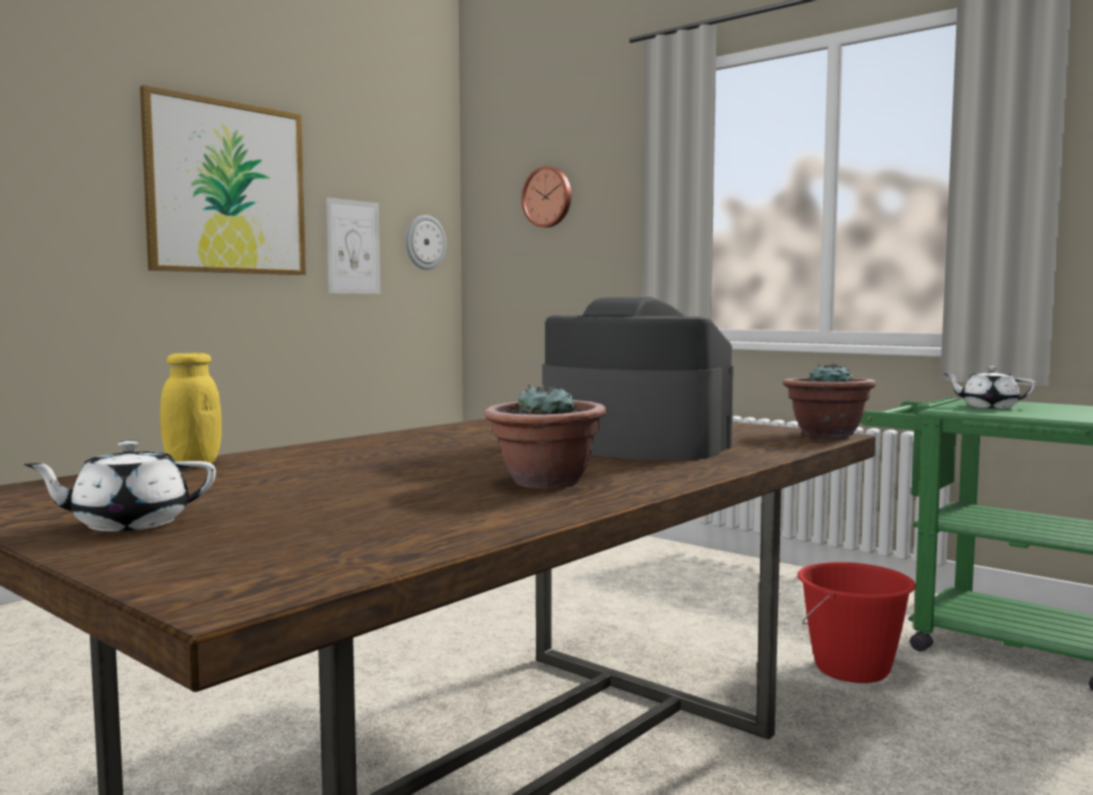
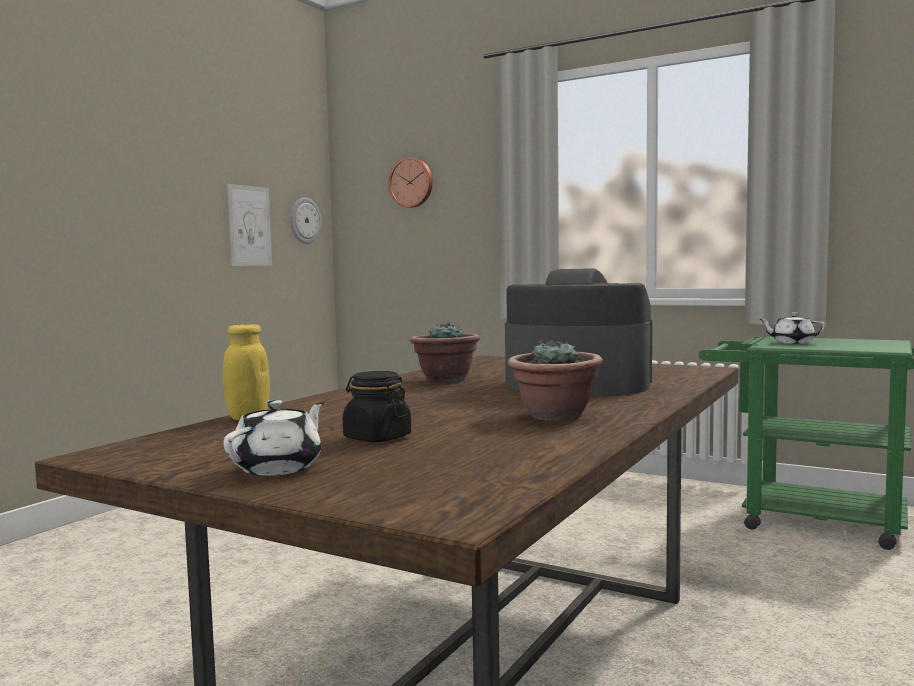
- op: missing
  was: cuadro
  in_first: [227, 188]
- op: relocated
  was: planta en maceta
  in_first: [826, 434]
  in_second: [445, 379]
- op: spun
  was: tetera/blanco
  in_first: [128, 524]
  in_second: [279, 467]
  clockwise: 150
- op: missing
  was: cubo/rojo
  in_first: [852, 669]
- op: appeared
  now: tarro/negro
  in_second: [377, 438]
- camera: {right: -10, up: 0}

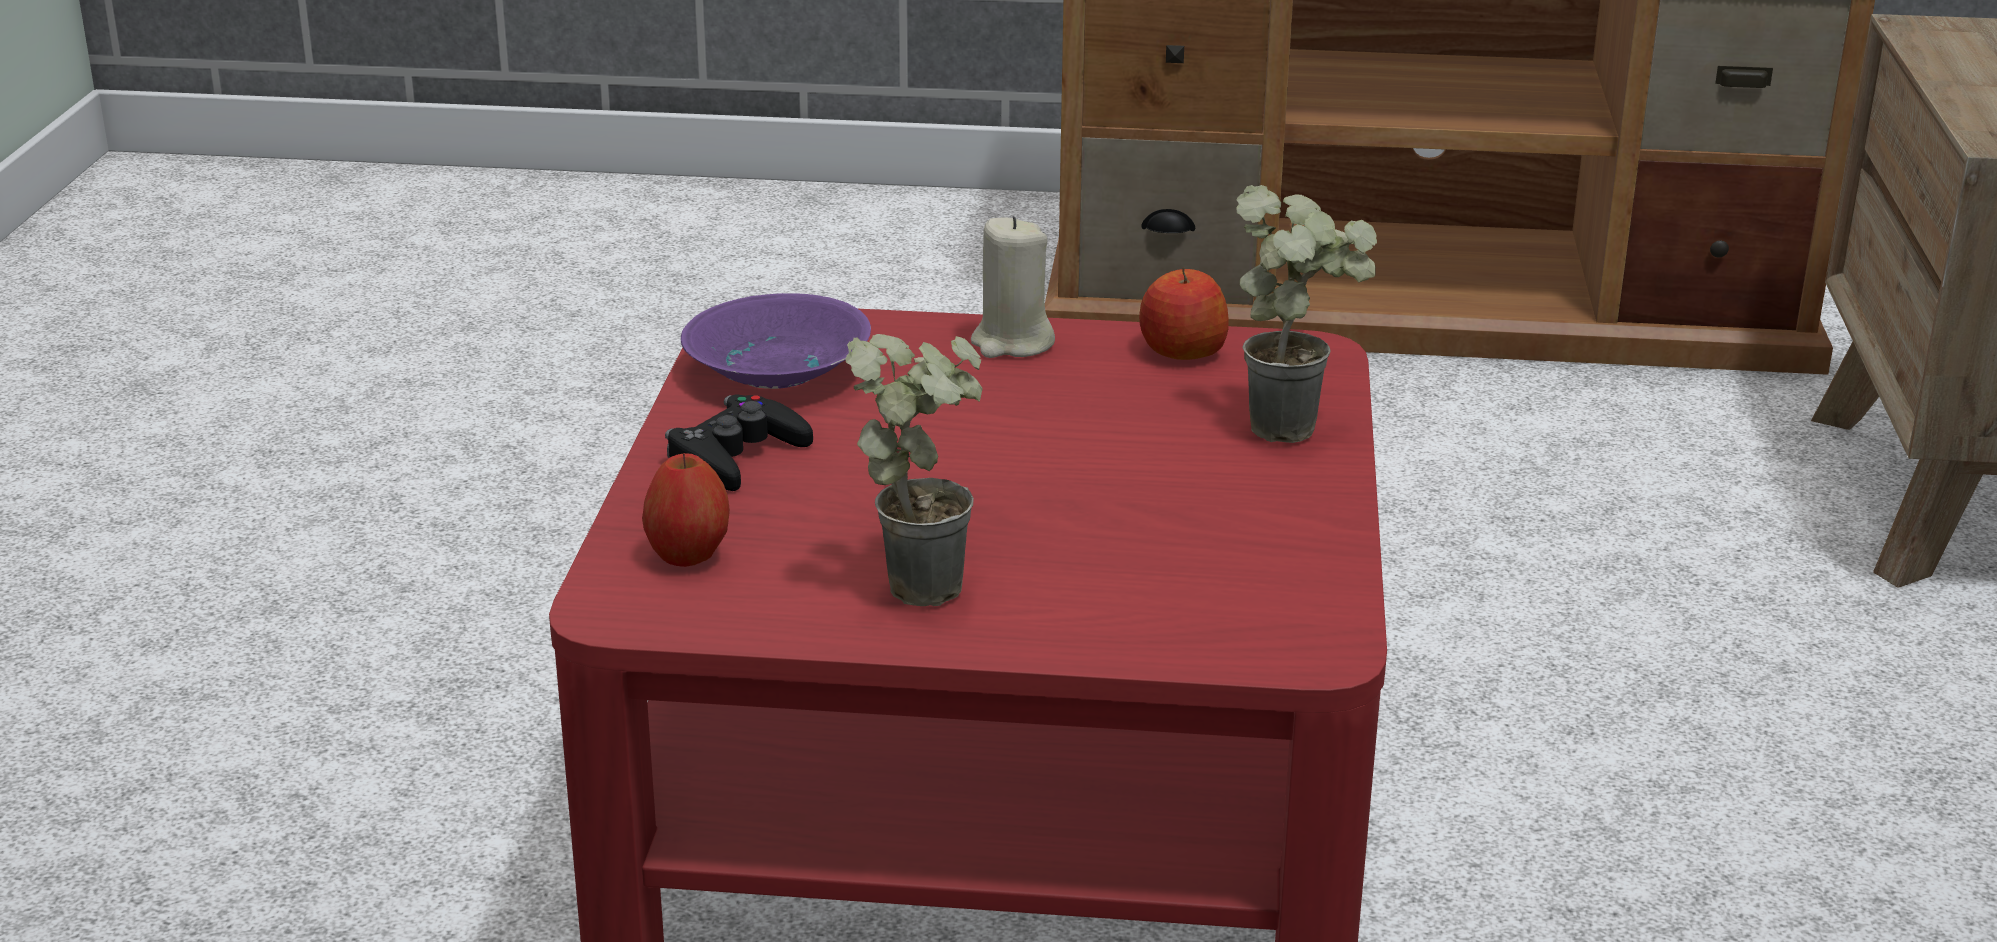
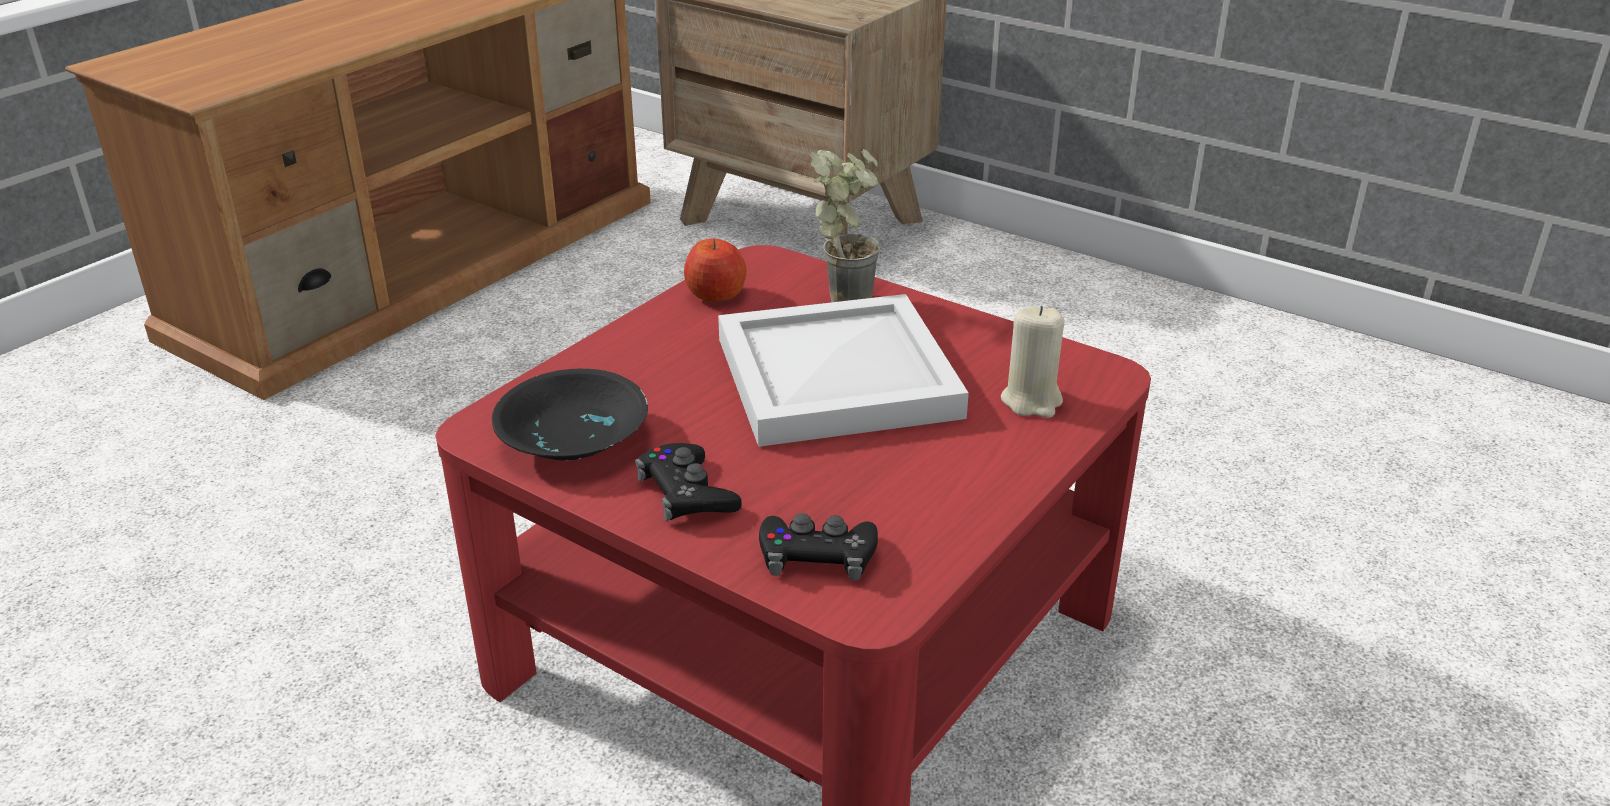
- op: relocated
  was: vela/beis
  in_first: [1012, 343]
  in_second: [1031, 401]
- op: colour
  was: cuenco/morado
  now: cuenco/negro
  in_first: [778, 373]
  in_second: [578, 440]
- op: missing
  was: planta en maceta
  in_first: [926, 579]
- op: exchanged
  was: manzana
  now: mando de consola/negro
  in_first: [689, 556]
  in_second: [817, 555]
- op: appeared
  now: bandeja/blanco
  in_second: [834, 379]
- camera: {right: -60, up: 5}

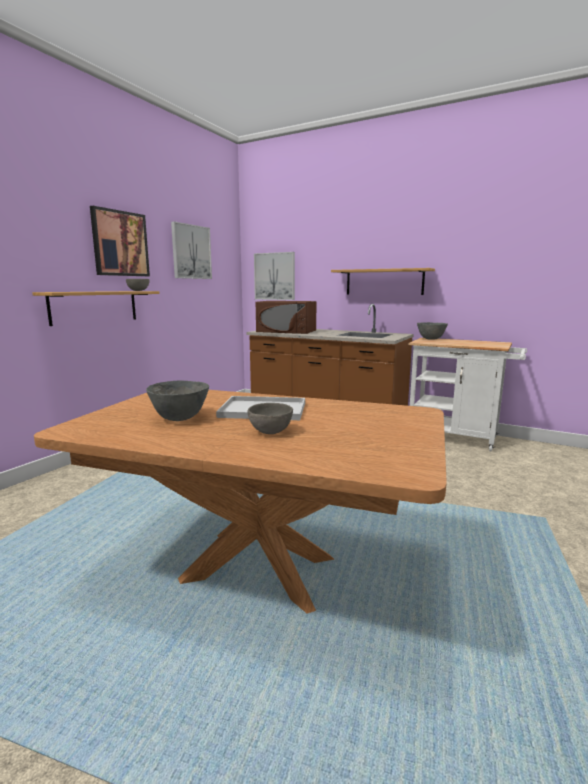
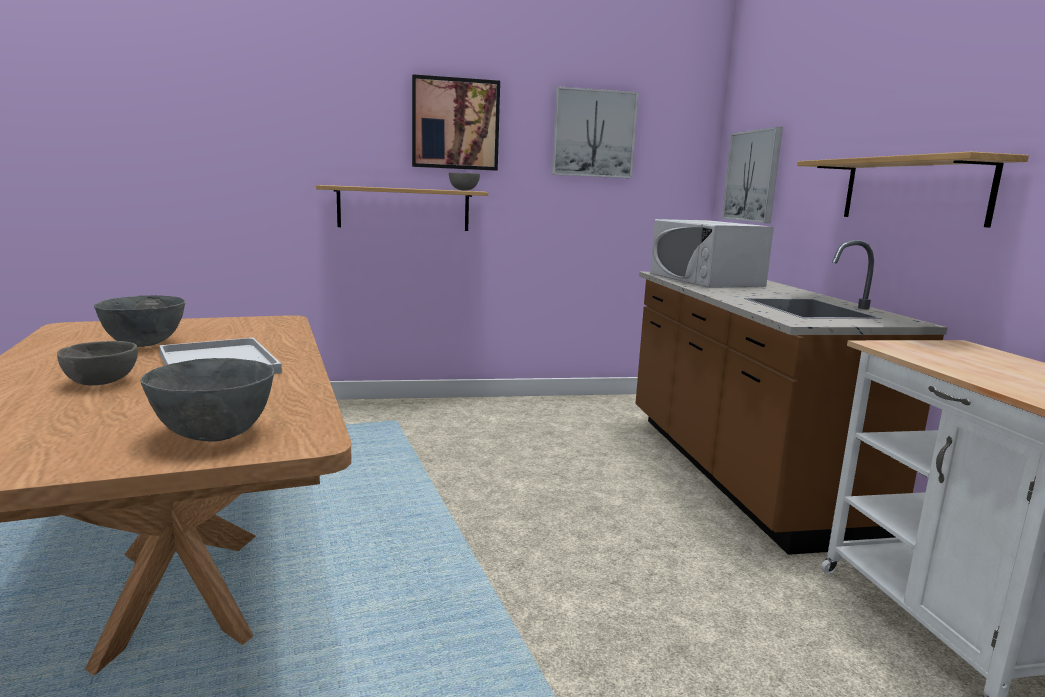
- op: colour
  was: microondas/marrón
  now: microondas/blanco
  in_first: [286, 331]
  in_second: [705, 279]
- op: relocated
  was: cuenco/gris
  in_first: [431, 339]
  in_second: [216, 435]
- camera: {right: 50, up: 0}

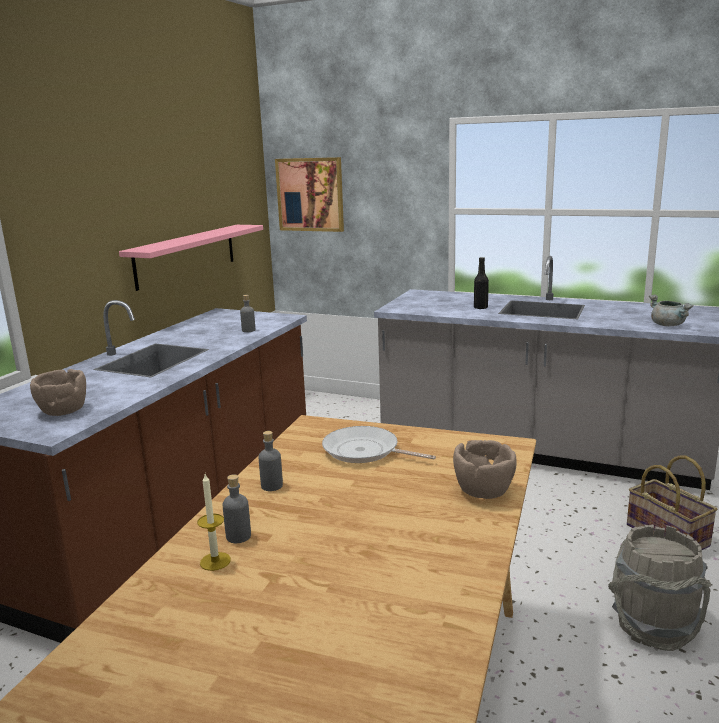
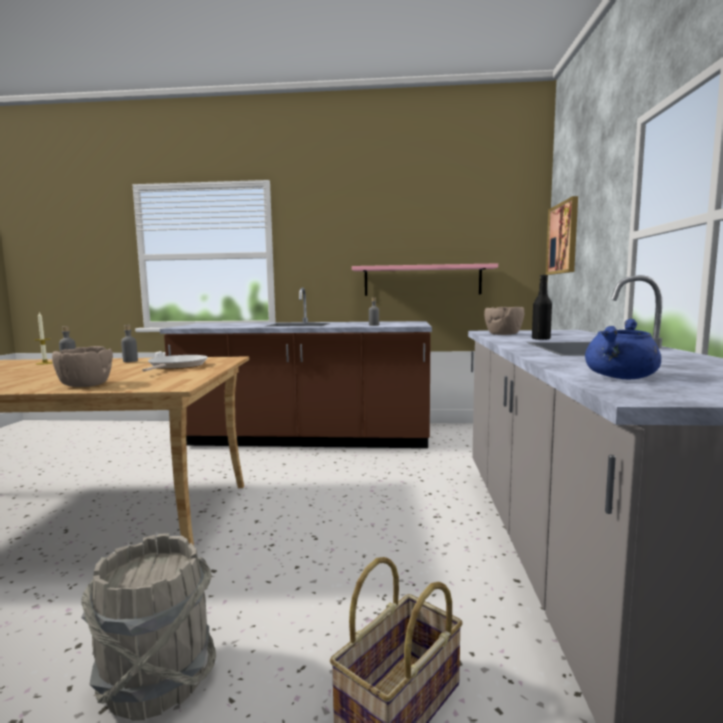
- op: colour
  was: olla/gris
  now: olla/azul
  in_first: [668, 325]
  in_second: [621, 378]
- op: relocated
  was: cuenco/marrón
  in_first: [63, 410]
  in_second: [503, 334]
- camera: {right: 70, up: -10}

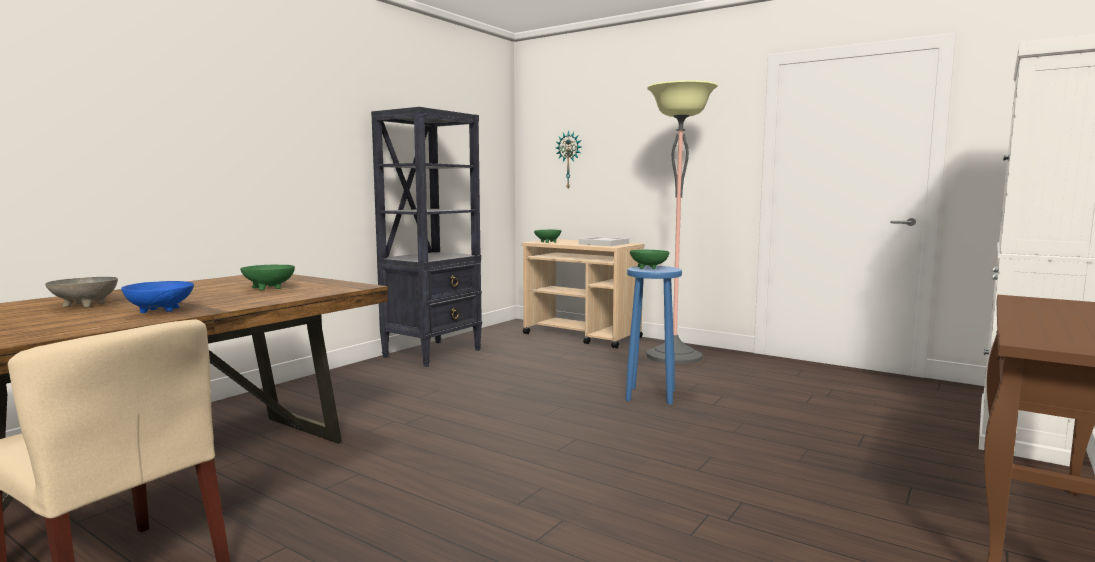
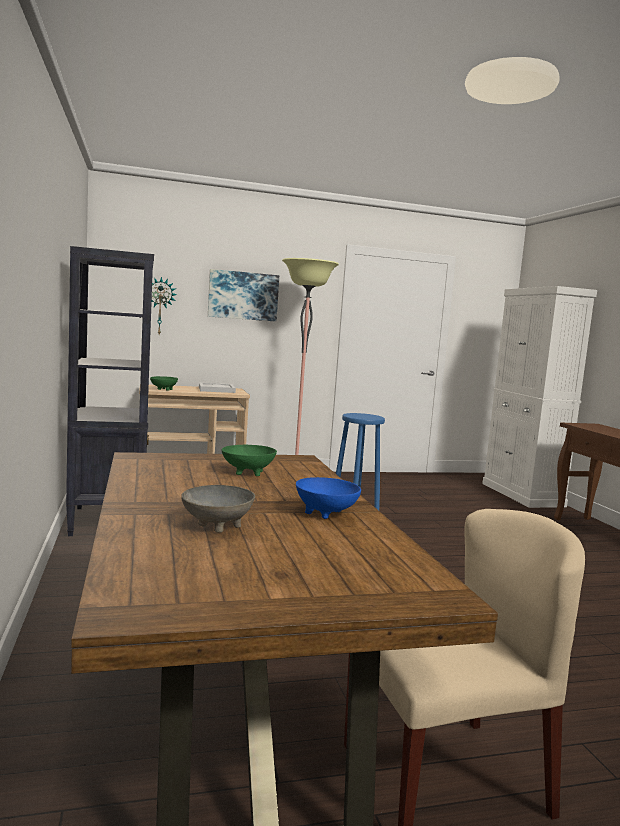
- op: missing
  was: cuenco/verde
  in_first: [649, 268]
- op: appeared
  now: cuadro
  in_second: [243, 295]
- camera: {right: -50, up: 0}

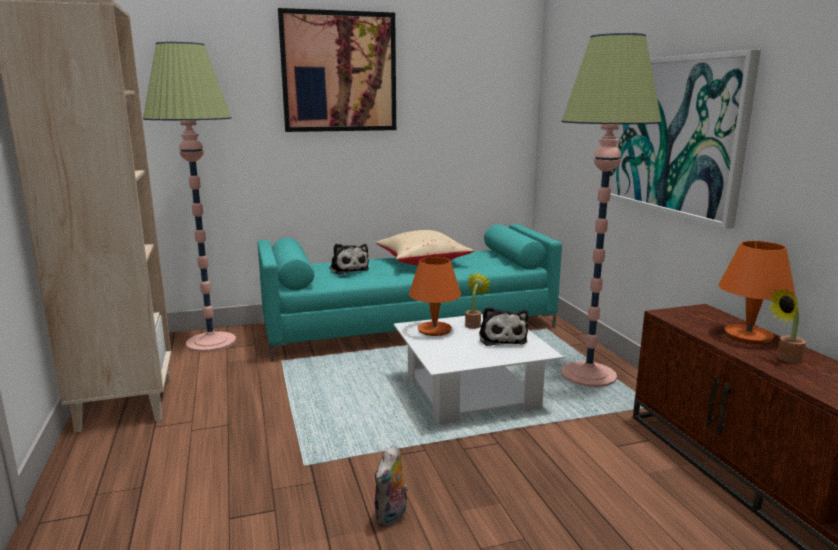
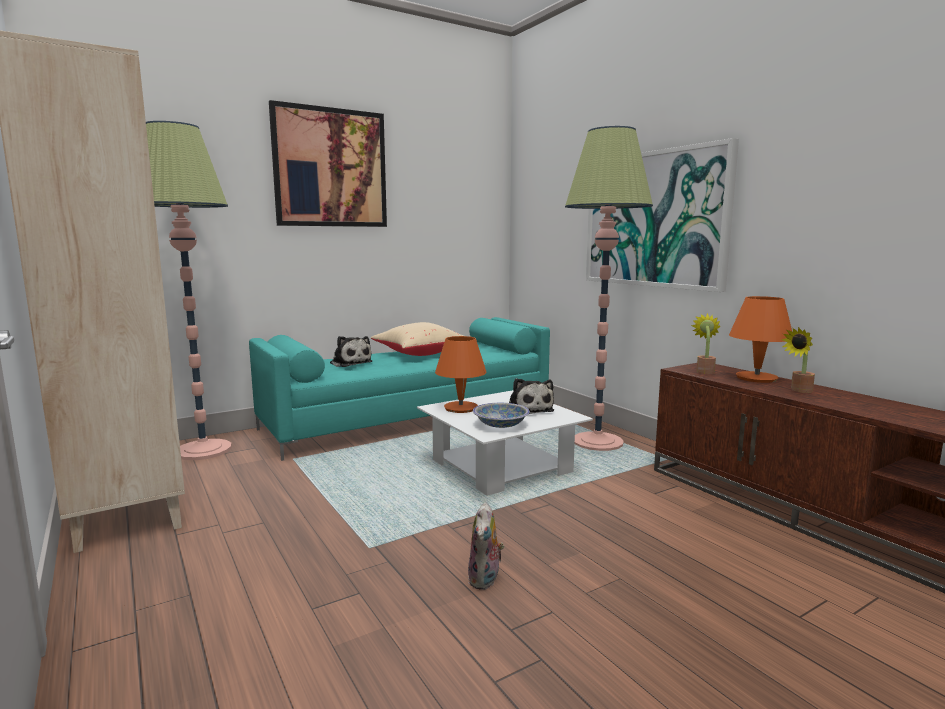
- op: relocated
  was: planta en maceta
  in_first: [474, 324]
  in_second: [704, 371]
- op: appeared
  now: cuenco
  in_second: [501, 425]
- camera: {right: -15, up: -5}

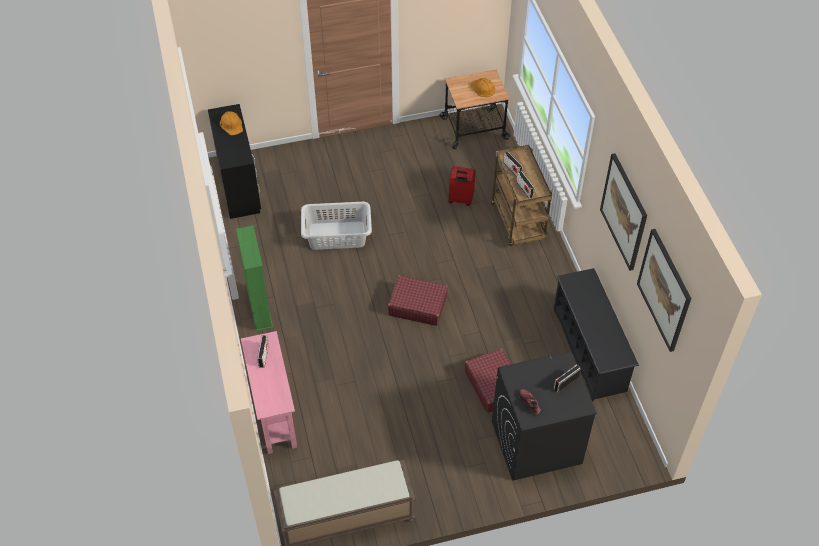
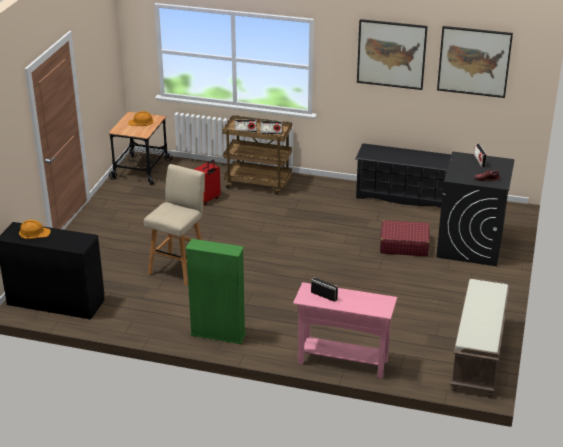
- op: exchanged
  was: cesto de la ropa/gris
  now: taburete/beis
  in_first: [337, 236]
  in_second: [179, 268]
- op: missing
  was: maleta/rojo
  in_first: [417, 305]
- camera: {right: -60, up: -20}

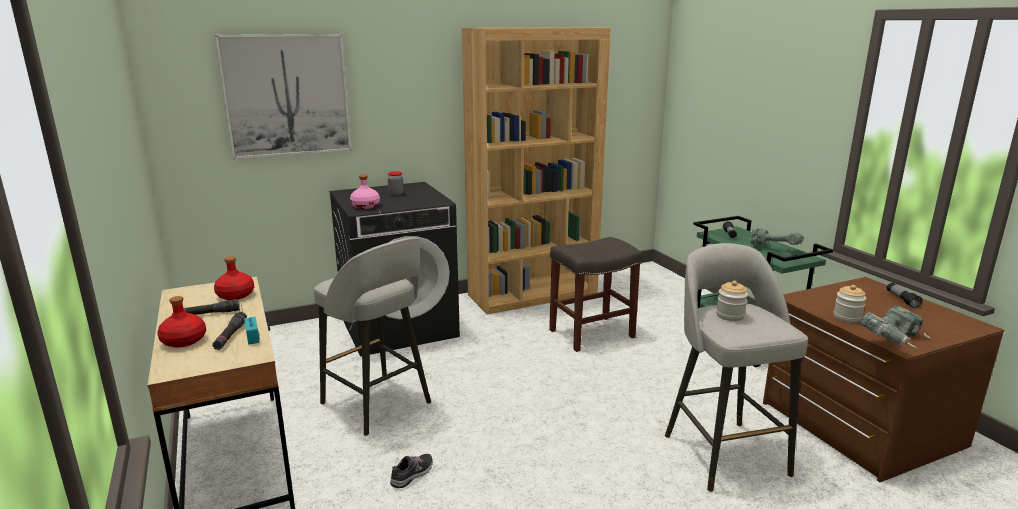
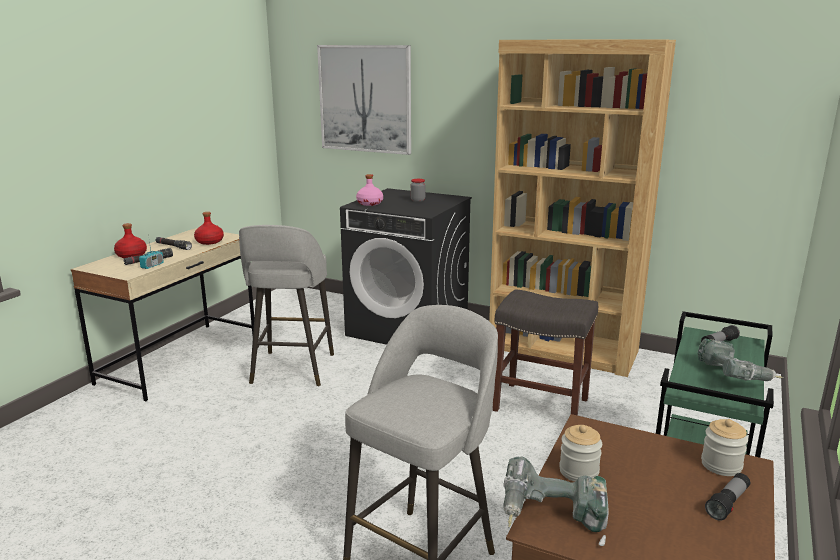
- op: relocated
  was: tarro
  in_first: [730, 315]
  in_second: [721, 465]
- op: missing
  was: zapato
  in_first: [412, 474]
- camera: {right: 50, up: 0}

